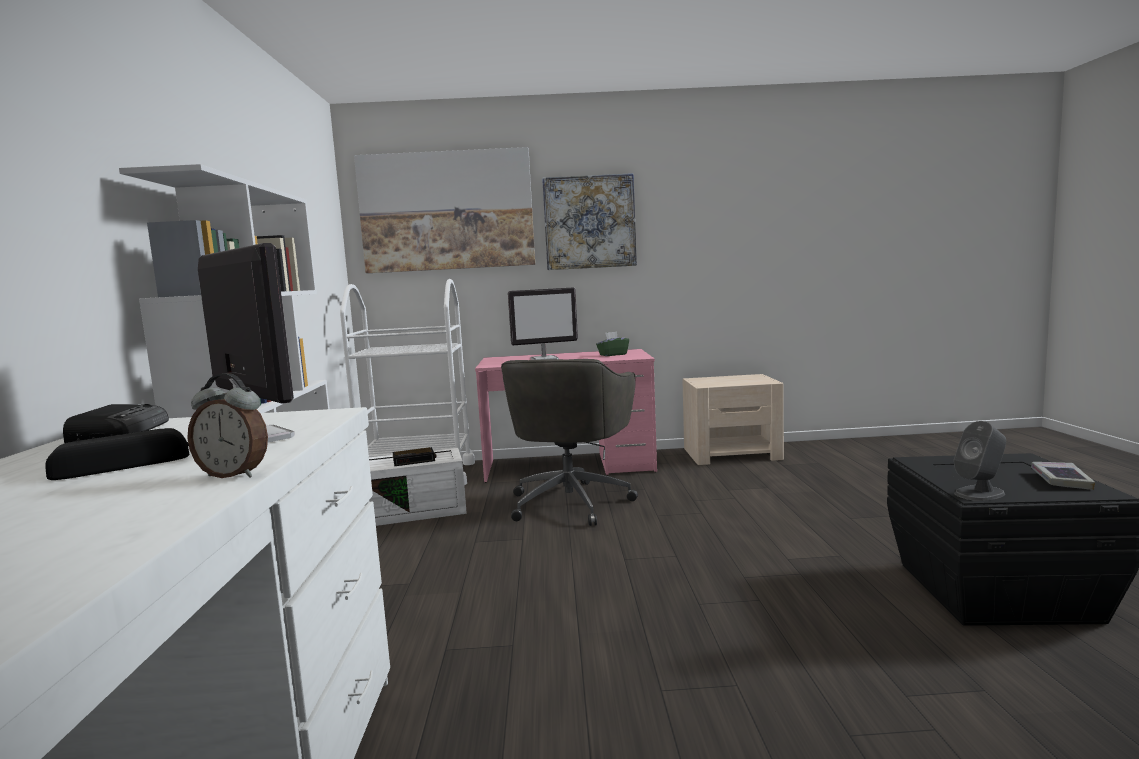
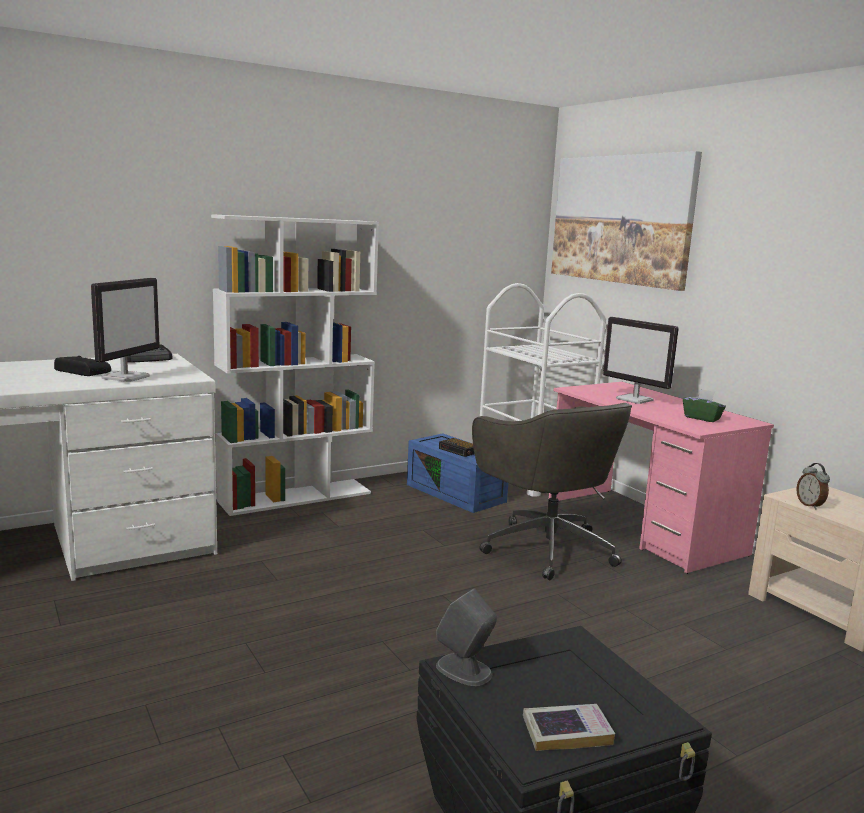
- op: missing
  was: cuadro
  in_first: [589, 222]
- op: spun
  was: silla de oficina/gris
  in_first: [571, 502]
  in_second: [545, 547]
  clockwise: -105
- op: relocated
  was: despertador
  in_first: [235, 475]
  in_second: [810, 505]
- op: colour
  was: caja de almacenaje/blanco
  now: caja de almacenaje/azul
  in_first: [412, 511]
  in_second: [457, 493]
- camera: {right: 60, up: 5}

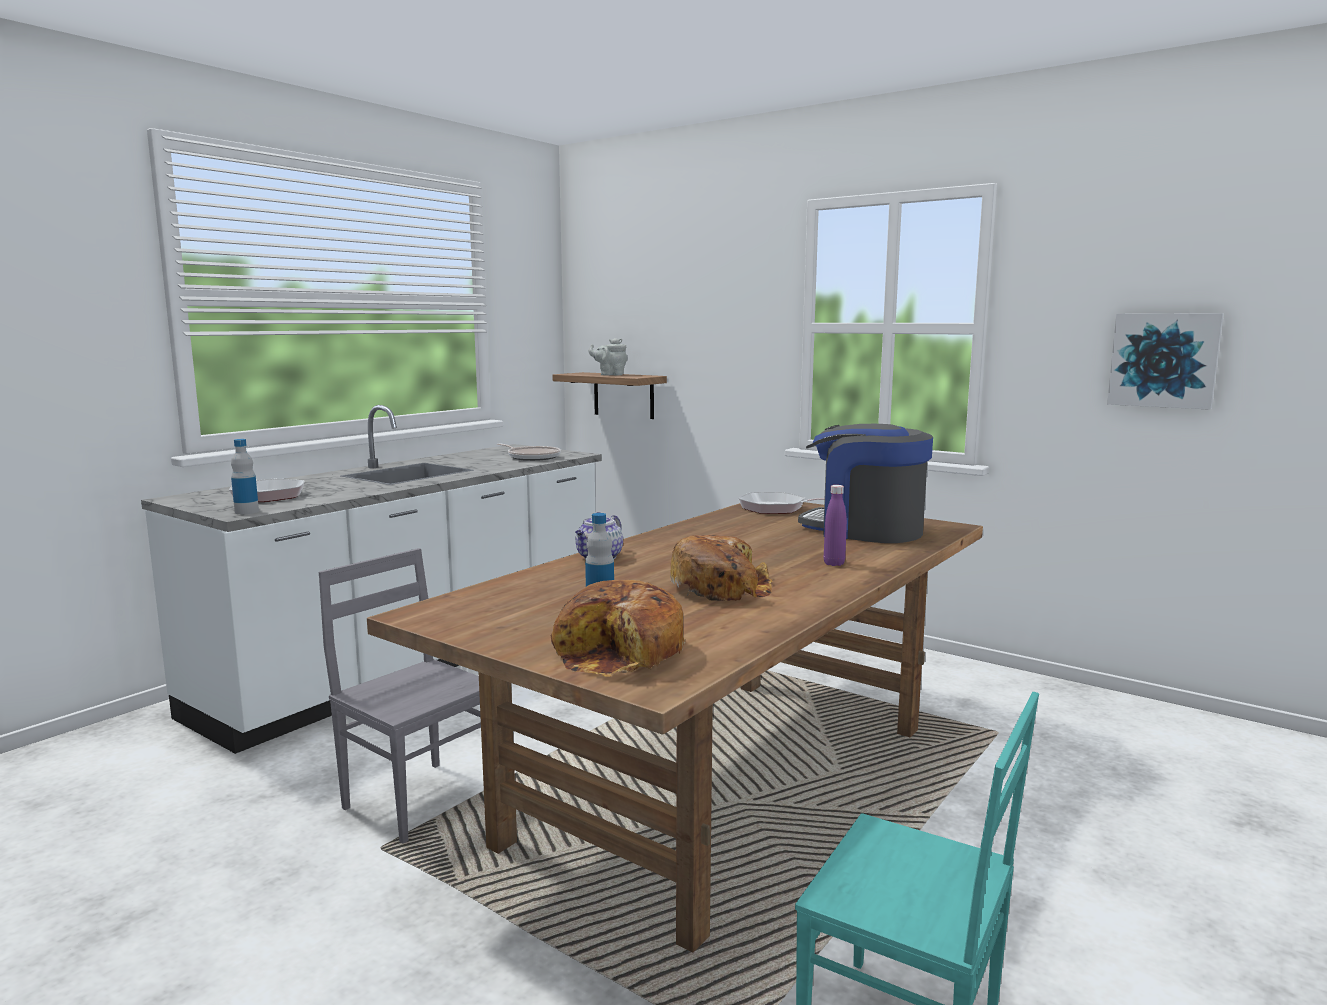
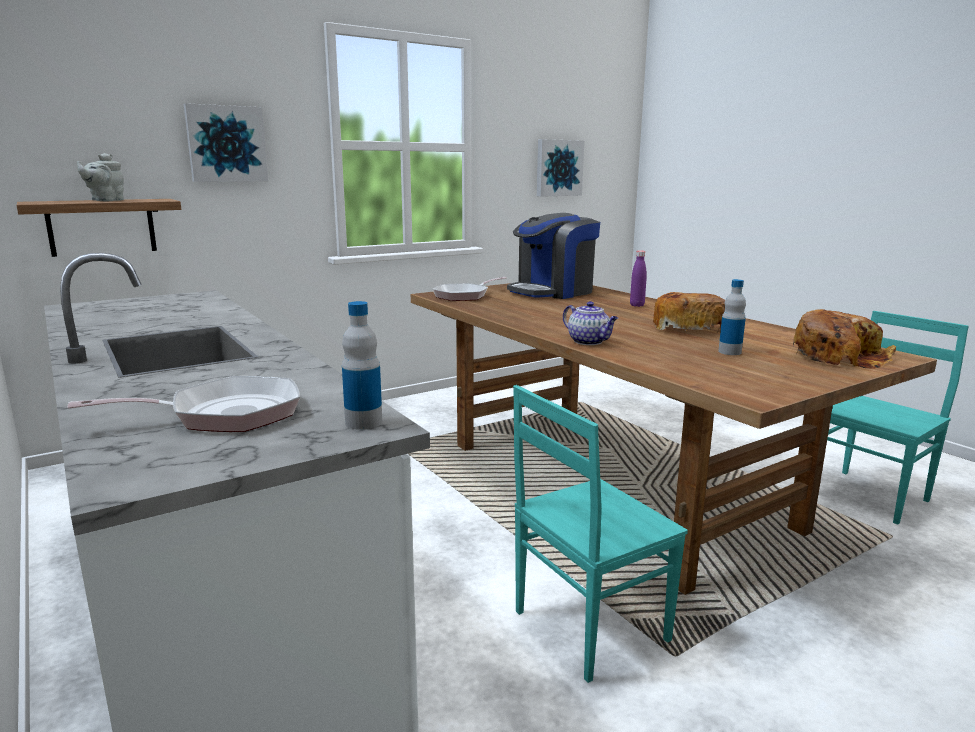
- op: missing
  was: sartén
  in_first: [532, 457]
- op: colour
  was: silla/gris
  now: silla/turquesa
  in_first: [421, 799]
  in_second: [587, 626]
- op: appeared
  now: cuadro
  in_second: [226, 144]
- camera: {right: -70, up: 5}

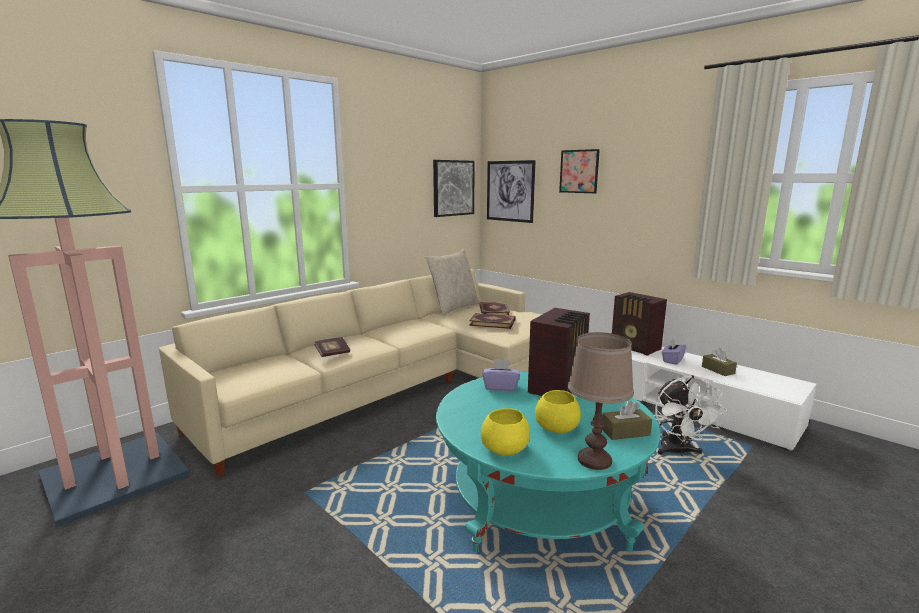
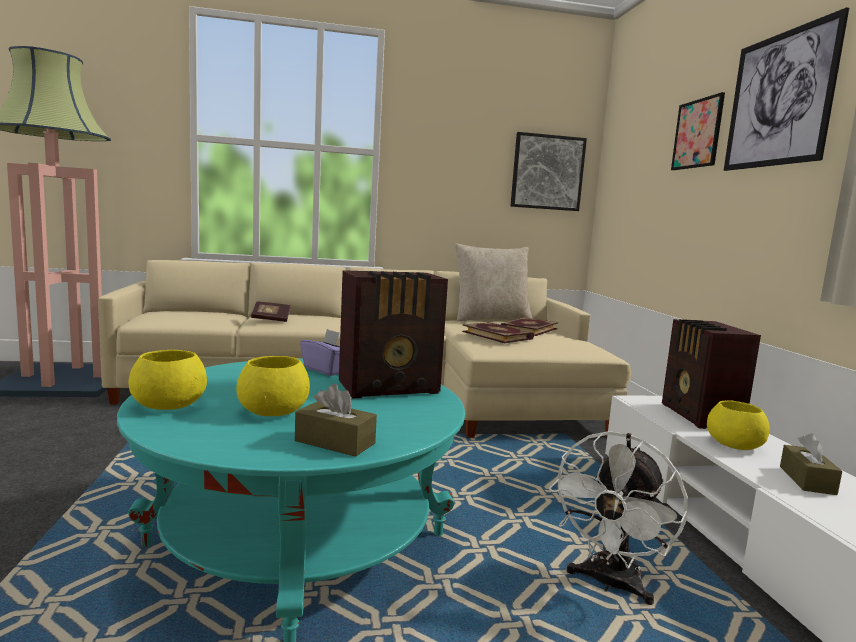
- op: relocated
  was: cuadro
  in_first: [510, 191]
  in_second: [779, 99]
- op: missing
  was: lámpara de mesa/marrón
  in_first: [595, 460]
- op: exchanged
  was: caja de pañuelos/morado
  now: cuenco/amarillo
  in_first: [672, 360]
  in_second: [735, 445]
- camera: {right: 35, up: -5}

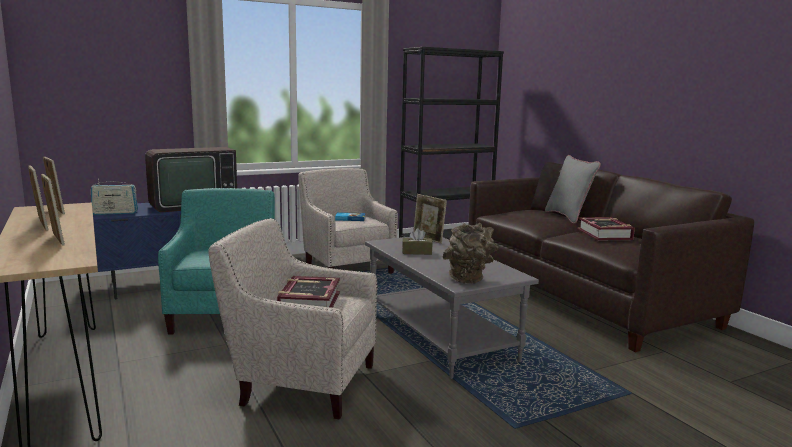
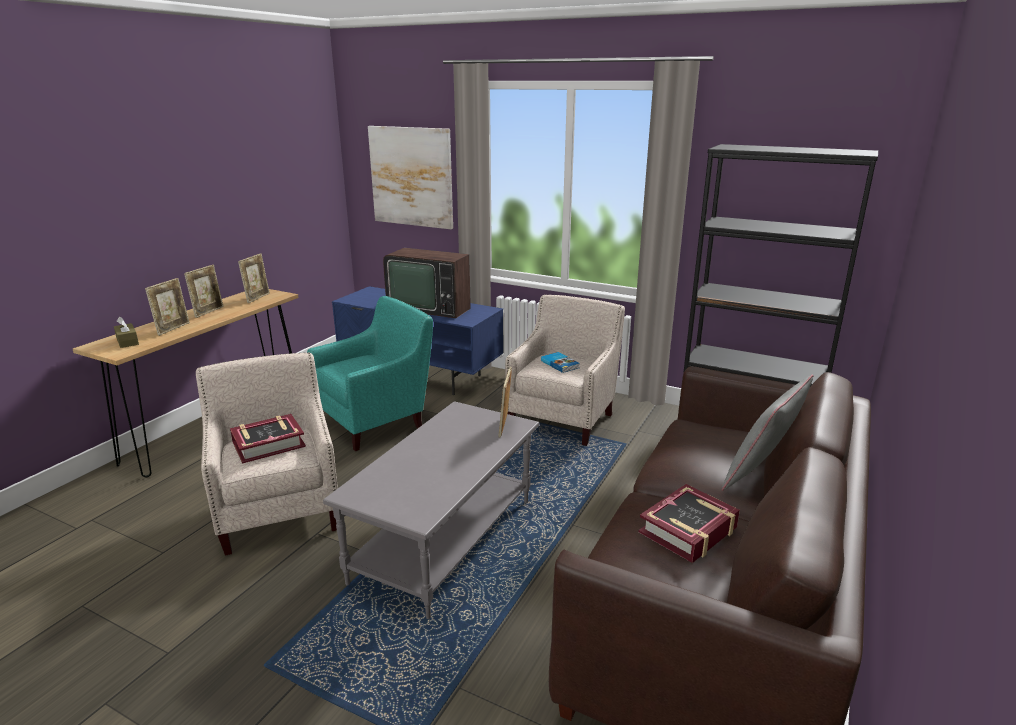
- op: missing
  was: radio
  in_first: [115, 213]
- op: missing
  was: florero/marrón
  in_first: [469, 280]
- op: relocated
  was: caja de pañuelos/marrón
  in_first: [417, 252]
  in_second: [127, 341]
- op: appeared
  now: cuadro
  in_second: [411, 177]
- camera: {right: 55, up: 10}

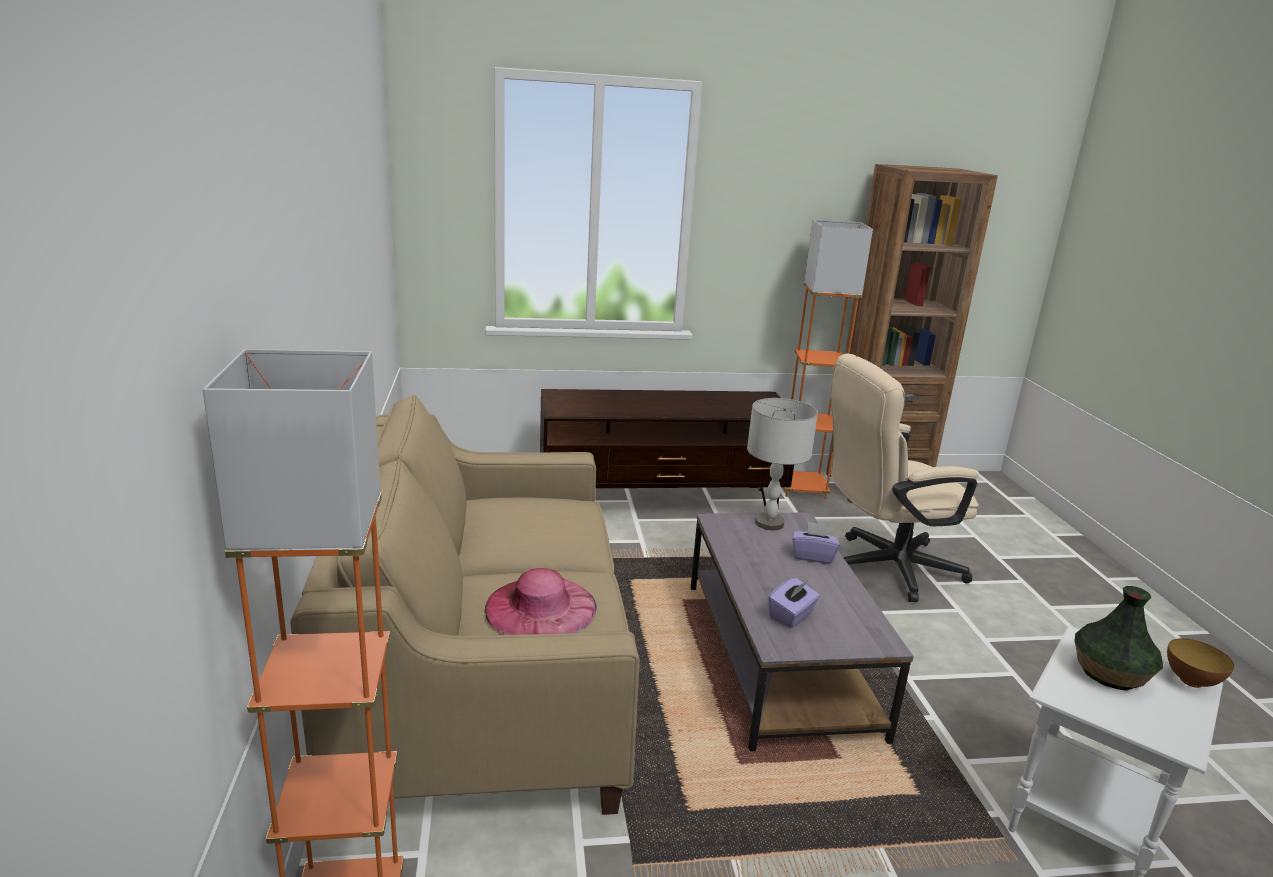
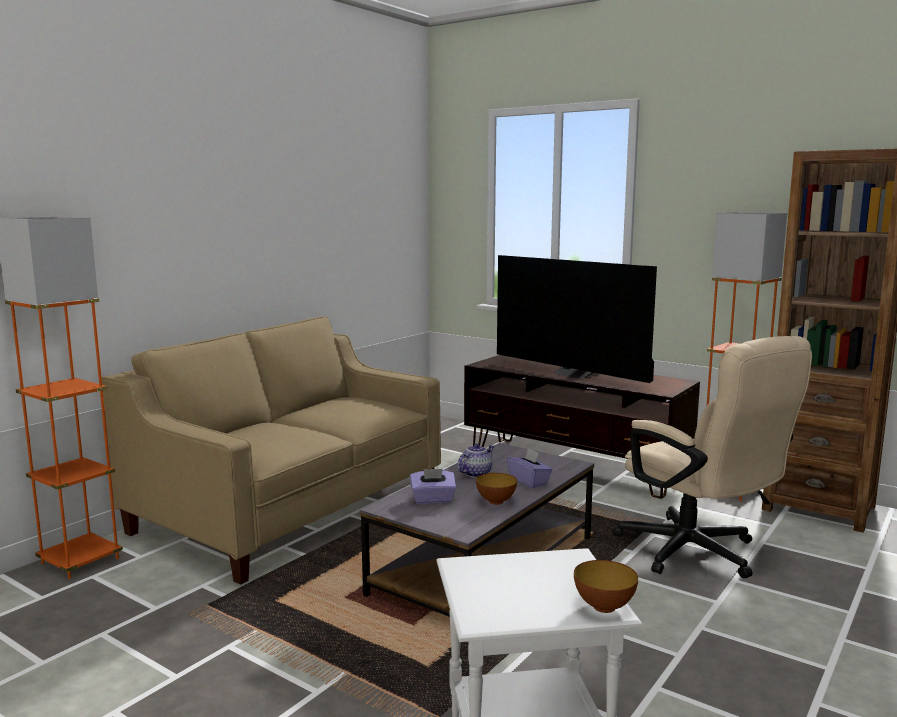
- op: spun
  was: silla de oficina/beis
  in_first: [883, 568]
  in_second: [698, 554]
  clockwise: -150
- op: missing
  was: lámpara de mesa/gris
  in_first: [769, 523]
- op: missing
  was: sombrero/rosa
  in_first: [540, 607]
- op: missing
  was: florero
  in_first: [1111, 673]
- op: appeared
  now: televisor
  in_second: [574, 374]
- op: appeared
  now: tetera
  in_second: [476, 473]
- op: appeared
  now: cuenco
  in_second: [496, 501]
- camera: {right: 45, up: -10}

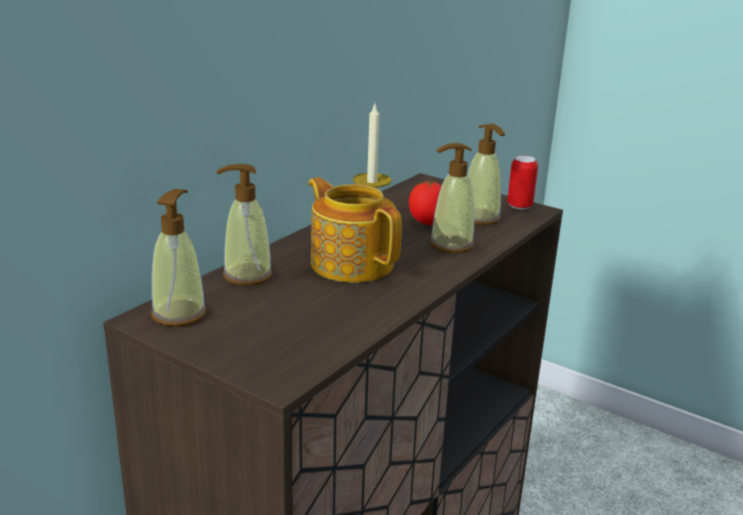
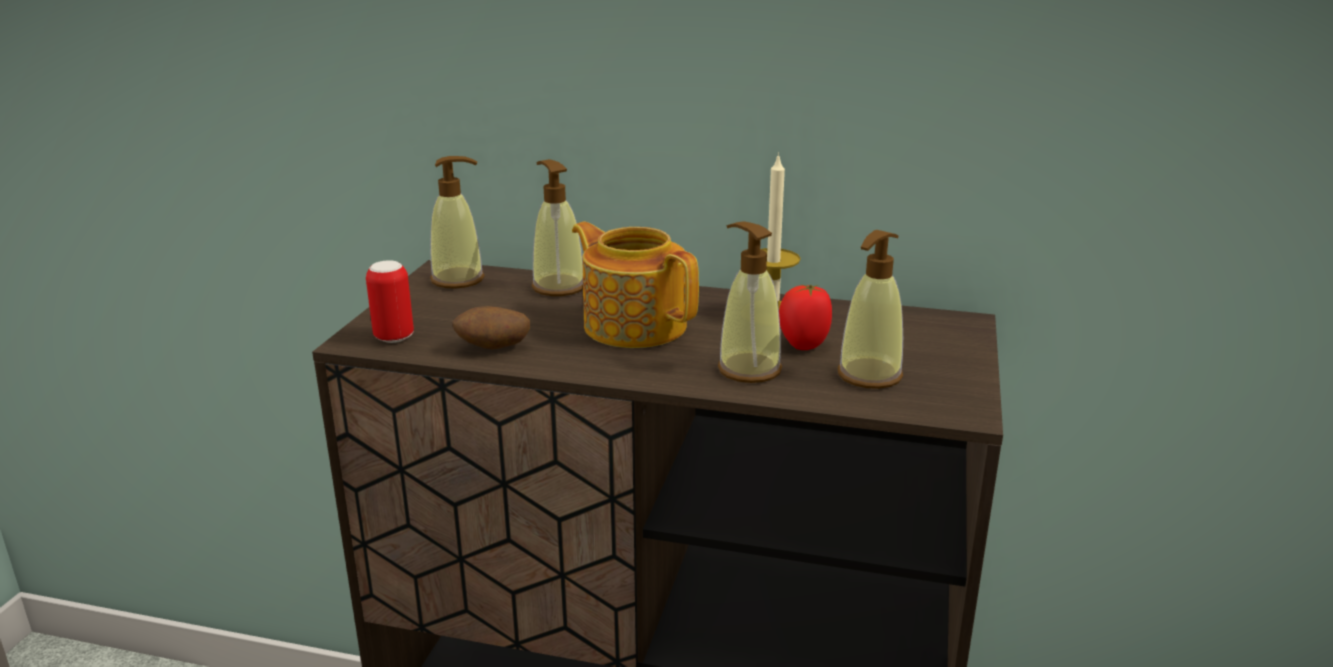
- op: relocated
  was: lata
  in_first: [519, 206]
  in_second: [394, 337]
- op: spun
  was: tetera
  in_first: [351, 263]
  in_second: [634, 325]
  clockwise: -75
- op: appeared
  now: patata
  in_second: [493, 348]
- camera: {right: 70, up: 0}

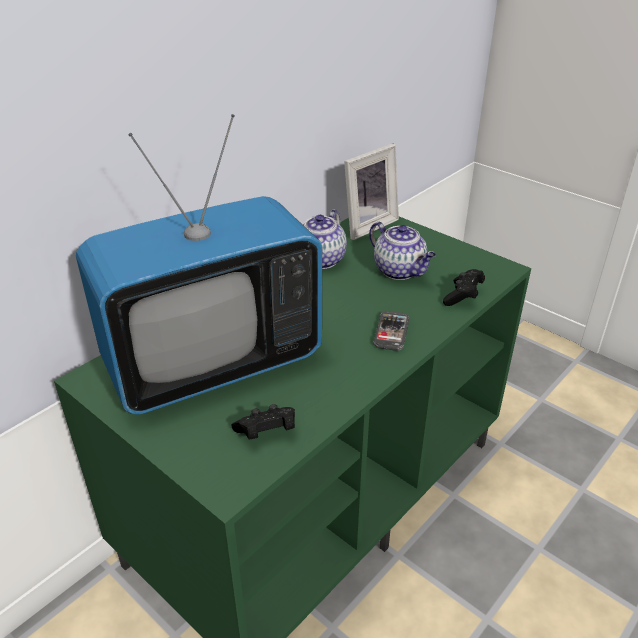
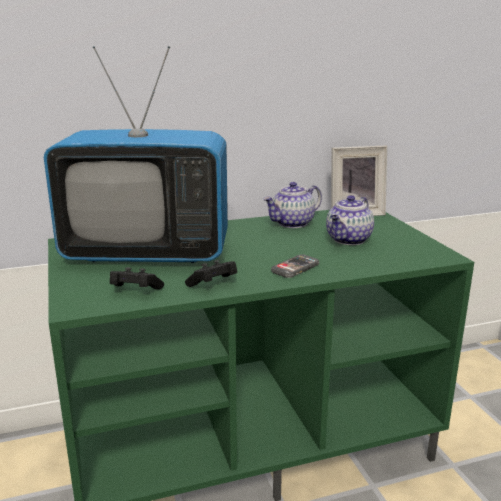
- op: spun
  was: tetera
  in_first: [400, 271]
  in_second: [348, 240]
  clockwise: 45
- op: relocated
  was: mando de consola/negro
  in_first: [463, 296]
  in_second: [213, 284]
- camera: {right: 30, up: -15}

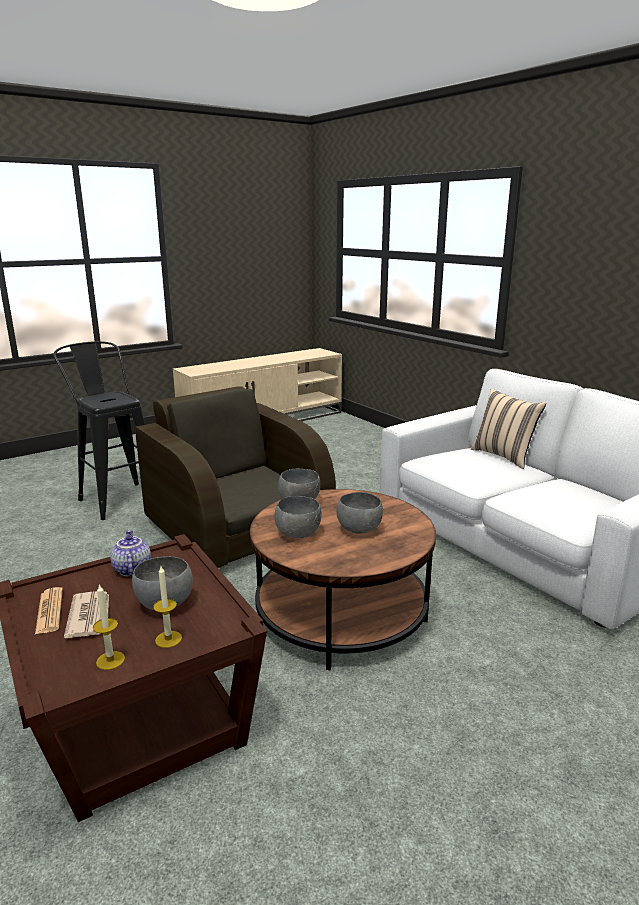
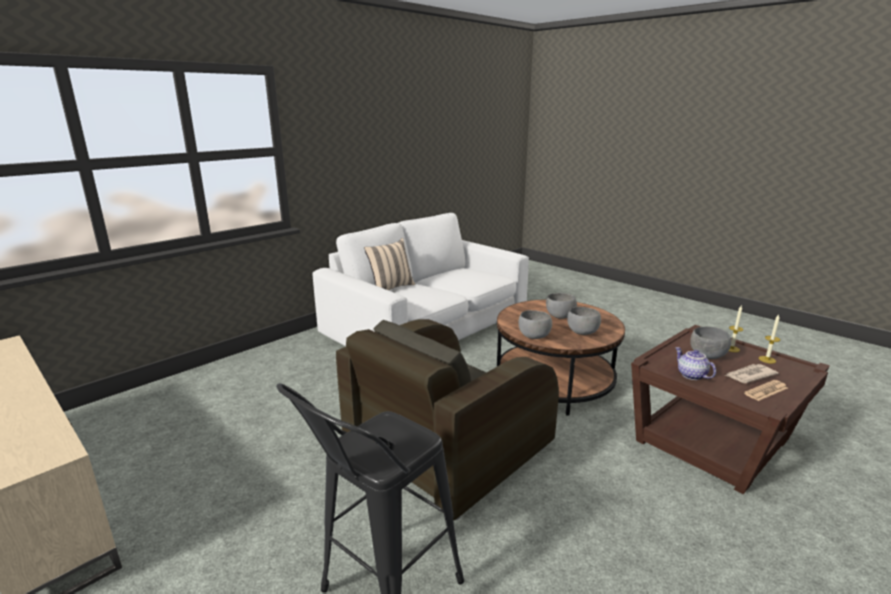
- op: spun
  was: tetera
  in_first: [131, 569]
  in_second: [691, 375]
  clockwise: 90
- camera: {right: -100, up: 0}

